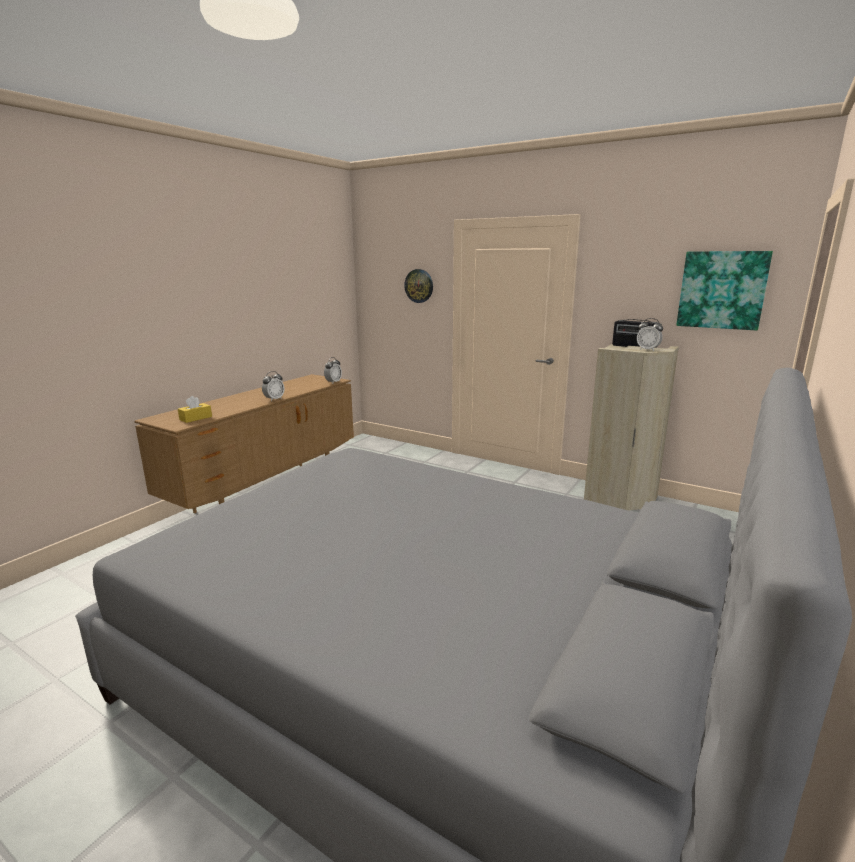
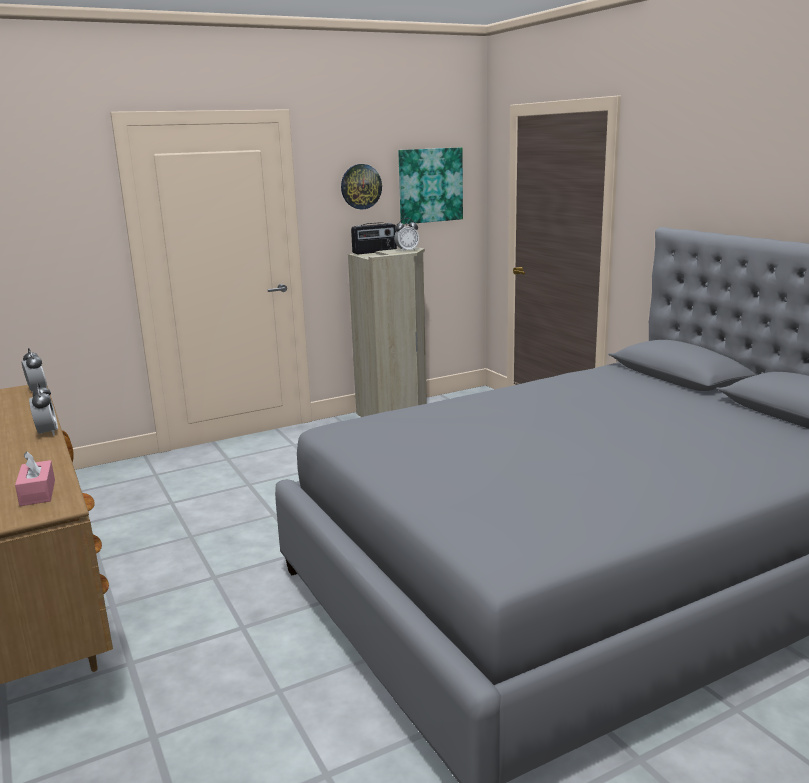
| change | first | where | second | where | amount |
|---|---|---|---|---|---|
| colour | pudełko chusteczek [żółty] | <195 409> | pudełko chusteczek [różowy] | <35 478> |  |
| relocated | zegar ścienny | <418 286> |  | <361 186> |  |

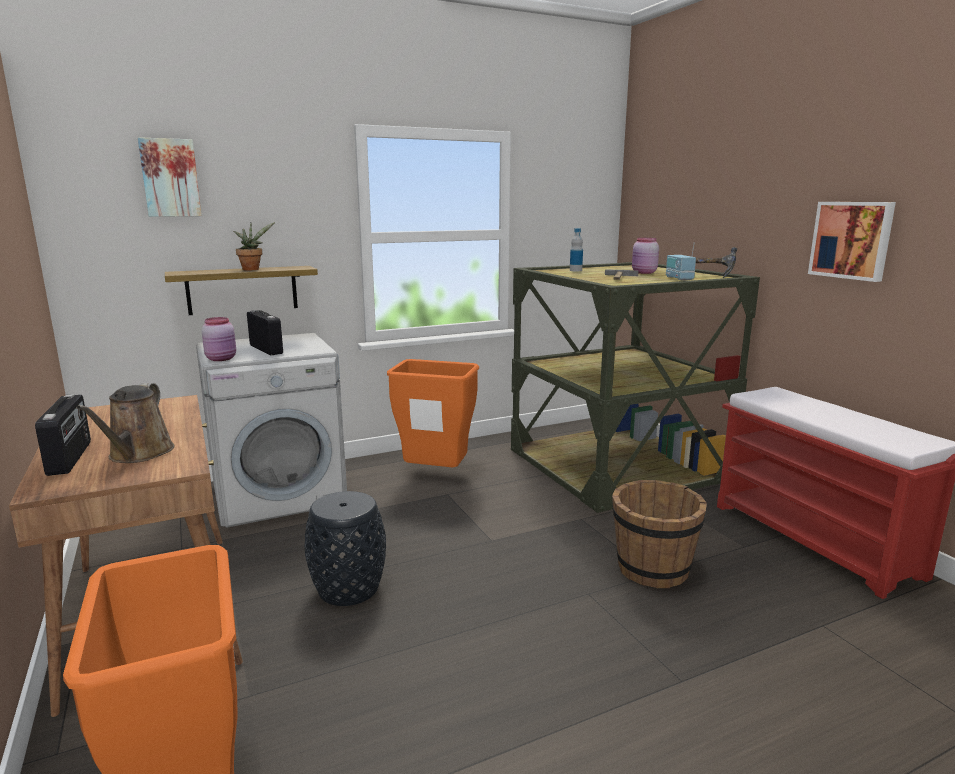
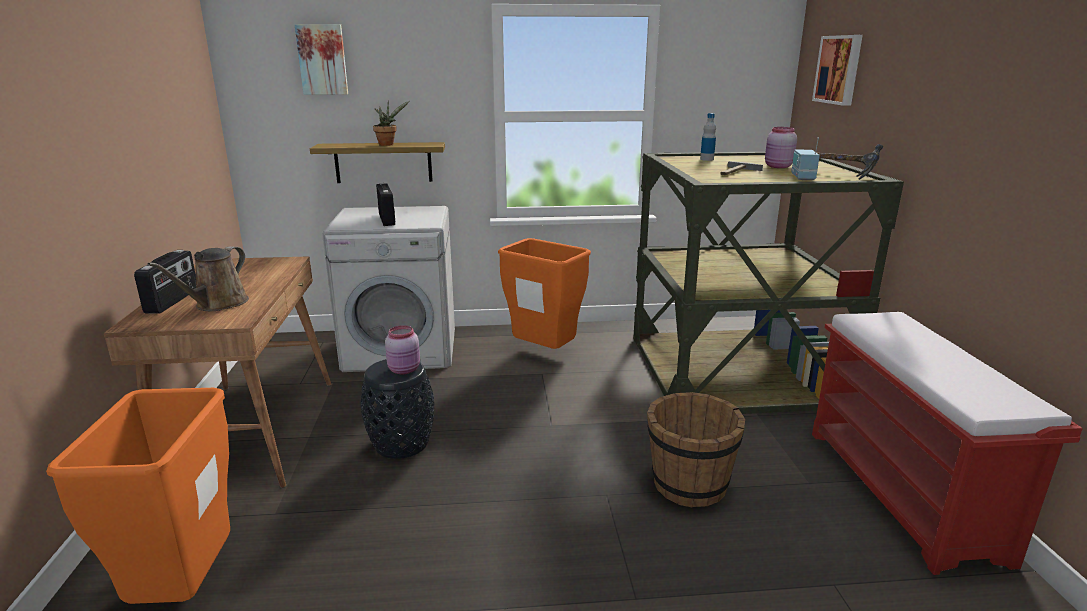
| change | first | where | second | where | amount |
|---|---|---|---|---|---|
| relocated | słoik [różowy] | <219 339> |  | <402 349> |  |
| relocated | obraz | <852 242> |  | <837 70> |  |

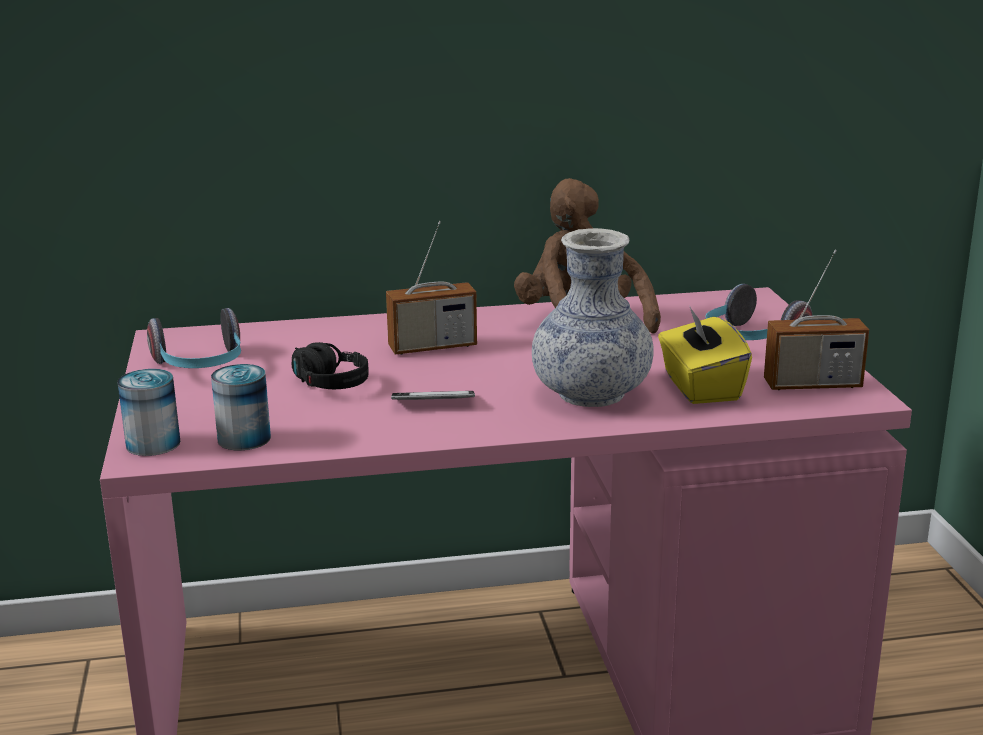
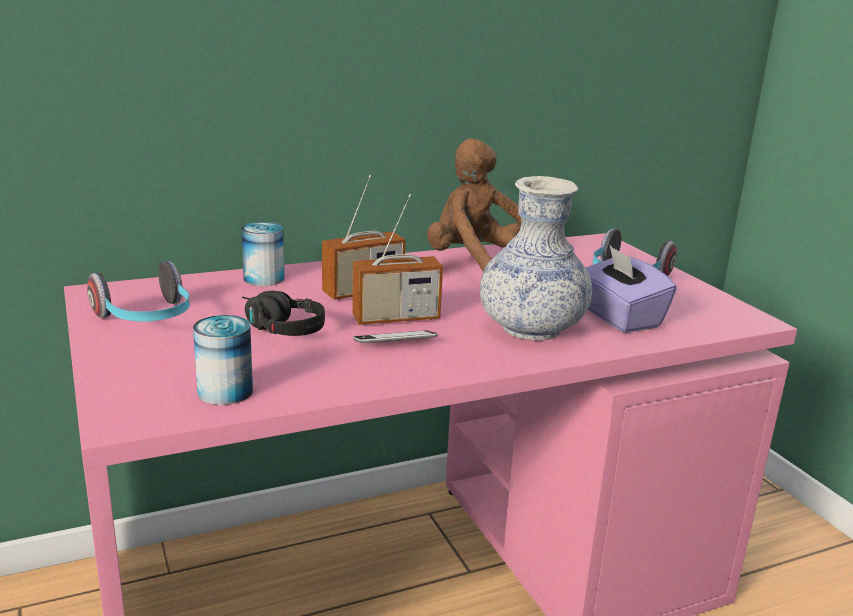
| change | first | where | second | where | amount |
|---|---|---|---|---|---|
| relocated | puszka | <148 412> |  | <263 254> |  |
| relocated | radio | <816 320> |  | <397 259> |  |
| colour | pudełko chusteczek [żółty] | <705 354> | pudełko chusteczek [fioletowy] | <631 289> |  |

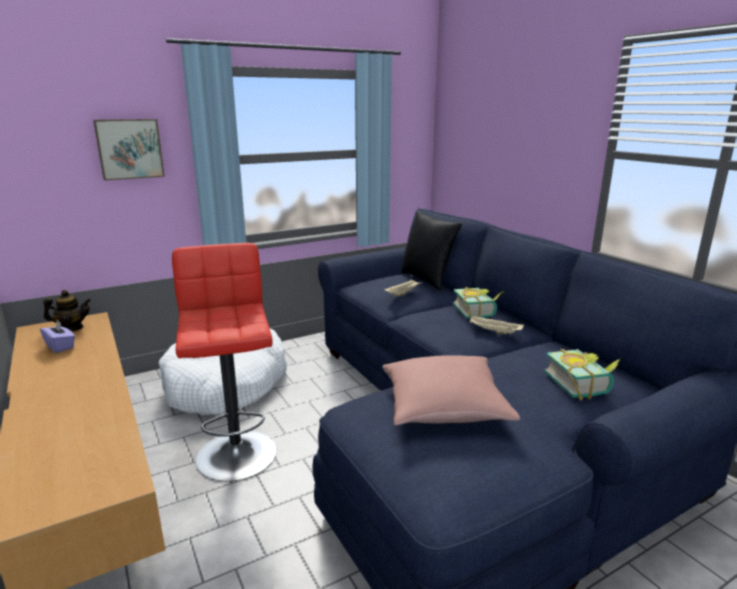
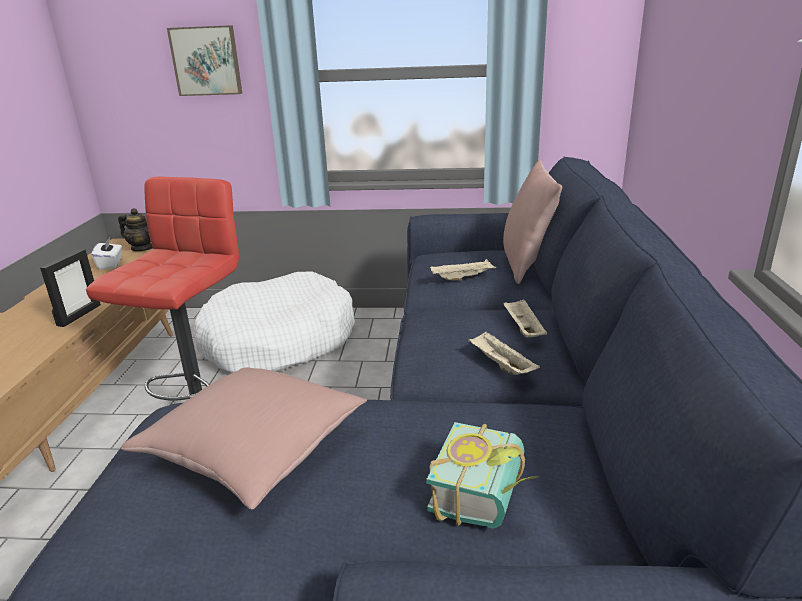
| change | first | where | second | where | amount |
|---|---|---|---|---|---|
| appeared |  |  | ramka na zdjęcie | <70 288> |  |
| colour | pudełko chusteczek [fioletowy] | <57 336> | pudełko chusteczek [biały] | <107 254> |  |
| colour | poduszka [czarny] | <431 250> | poduszka [różowy] | <532 221> |  |
| exchanged | książka | <478 303> | taca [beżowy] | <525 318> |  |

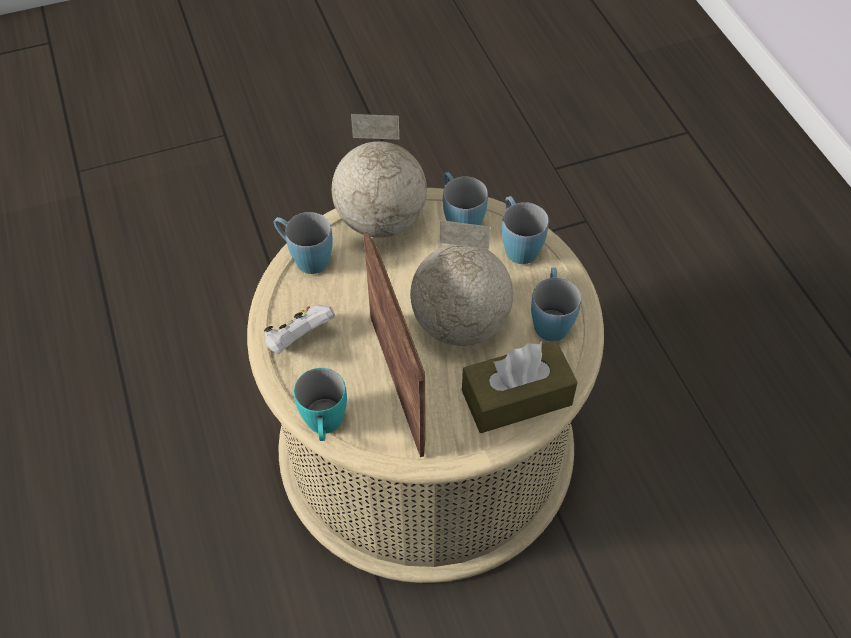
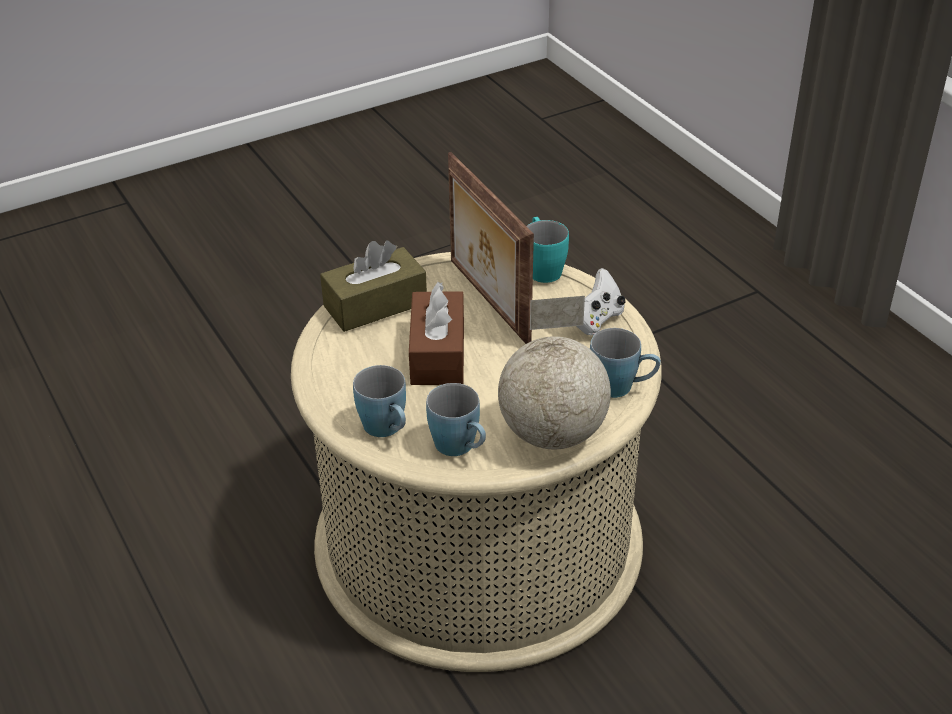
| change | first | where | second | where | amount |
|---|---|---|---|---|---|
| exchanged | globus | <461 283> | pudełko chusteczek [brązowy] | <436 333> |  |
| missing | kubek [niebieski] | <556 304> |  |  |  |

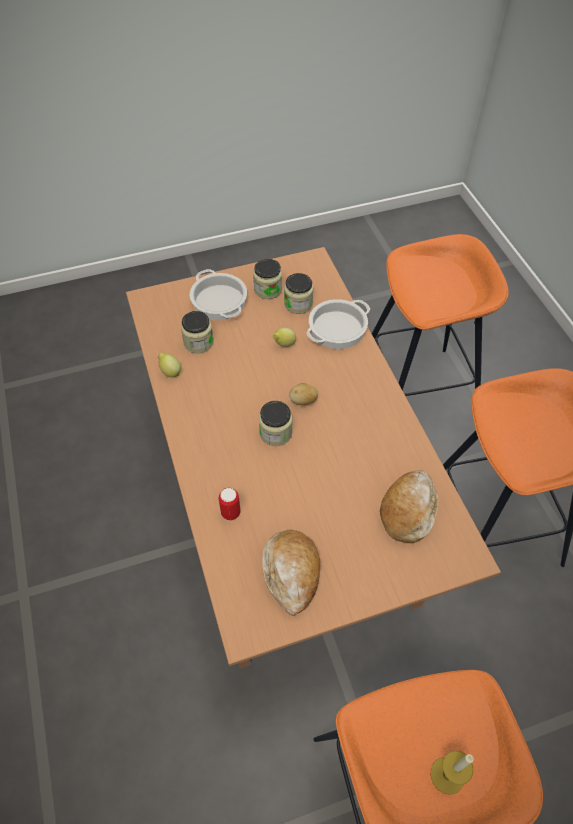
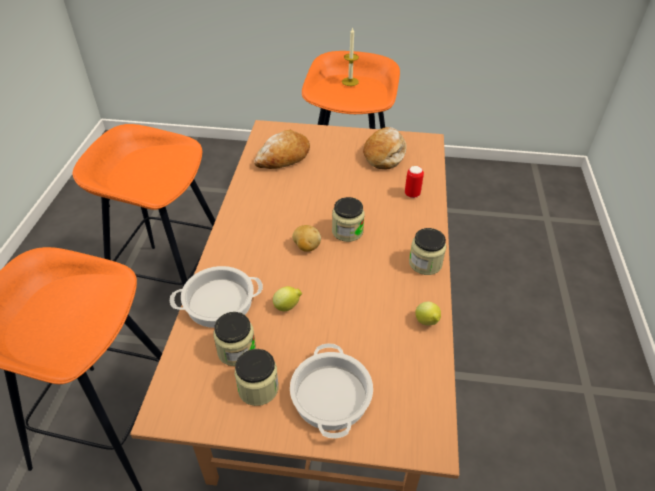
| change | first | where | second | where | amount |
|---|---|---|---|---|---|
| relocated | słoik | <197 332> |  | <427 251> |  |

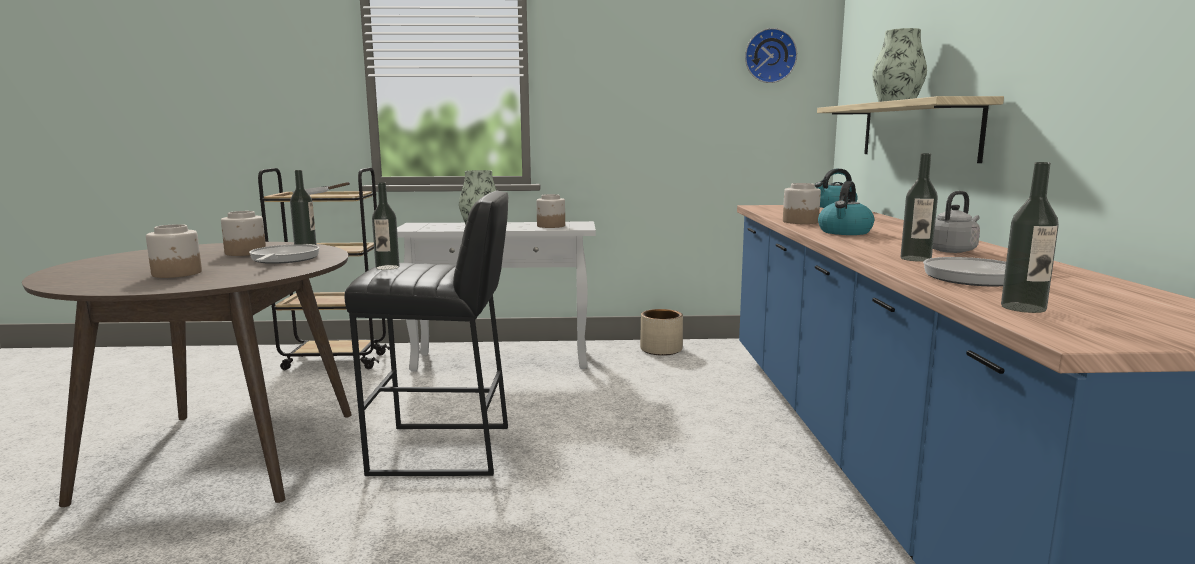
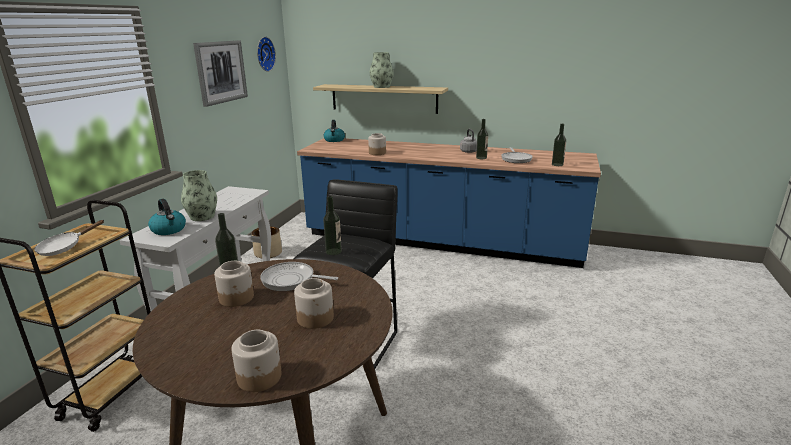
| change | first | where | second | where | amount |
|---|---|---|---|---|---|
| relocated | czajnik | <846 208> |  | <167 217> |  |
| appeared |  |  | obraz | <220 73> |  |
| relocated | słoik | <550 211> |  | <256 361> |  |

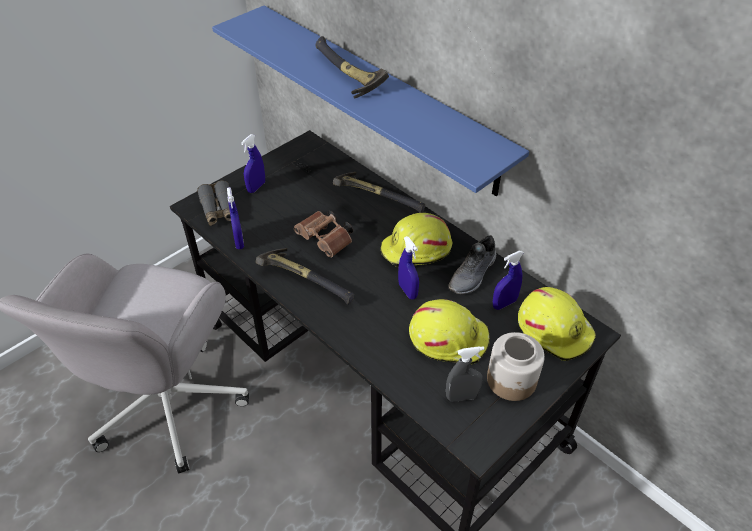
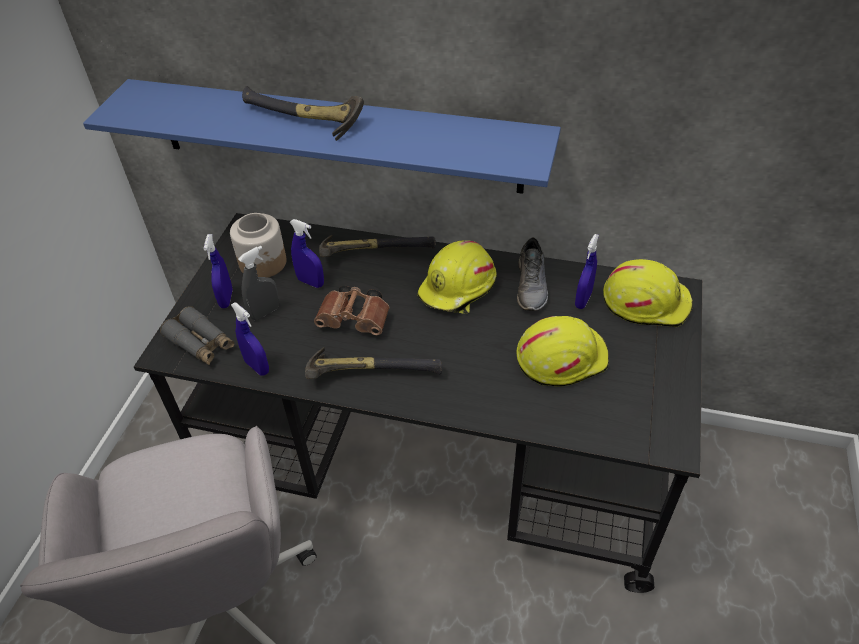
| change | first | where | second | where | amount |
|---|---|---|---|---|---|
| relocated | słoik | <516 366> |  | <258 245> |  |
| relocated | spryskiwacz [szary] | <465 374> |  | <258 283> |  |
| relocated | spryskiwacz [niebieski] | <408 268> |  | <306 253> |  |

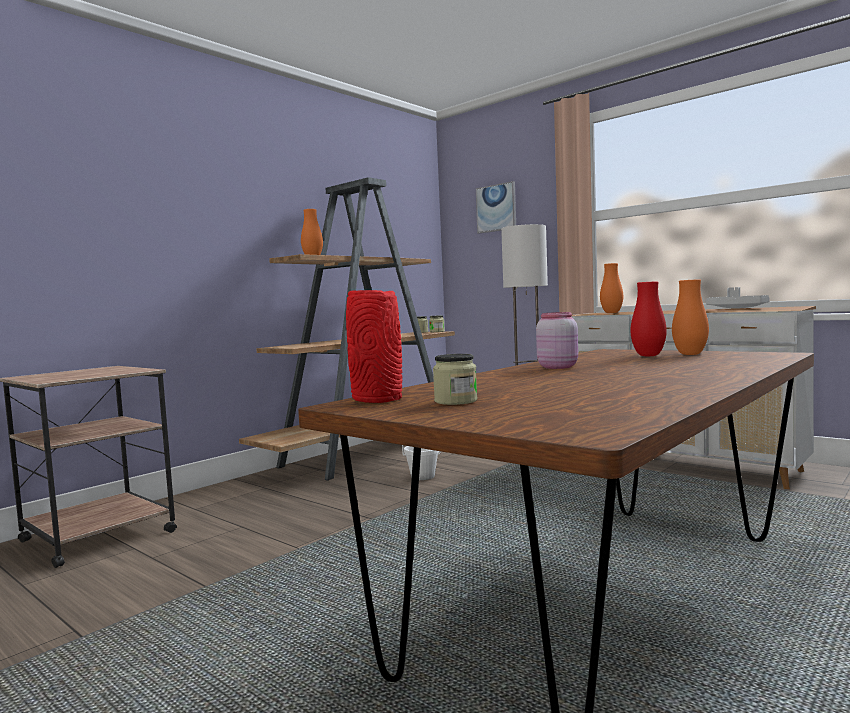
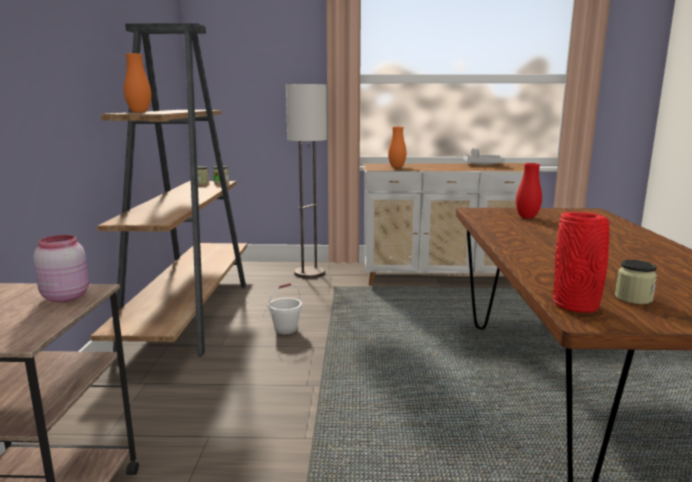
| change | first | where | second | where | amount |
|---|---|---|---|---|---|
| relocated | słoik [różowy] | <557 340> |  | <61 268> |  |
| missing | obraz | <496 207> |  |  |  |
| missing | wazon [pomarańczowy] | <690 317> |  |  |  |

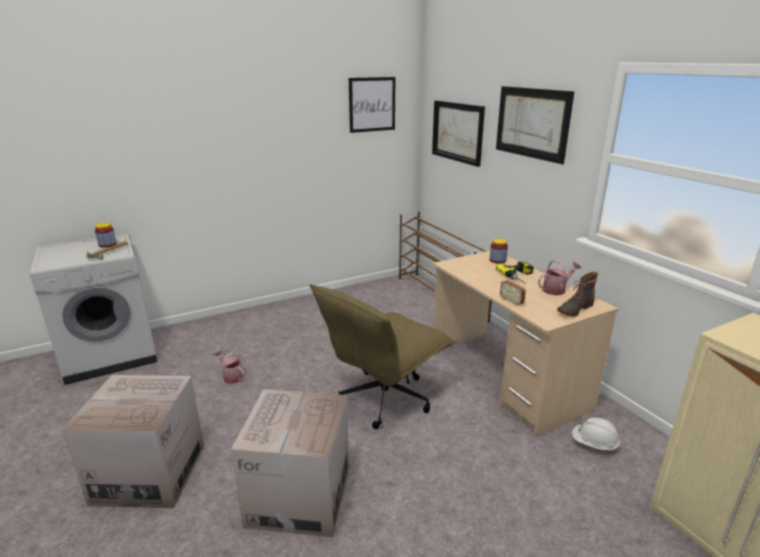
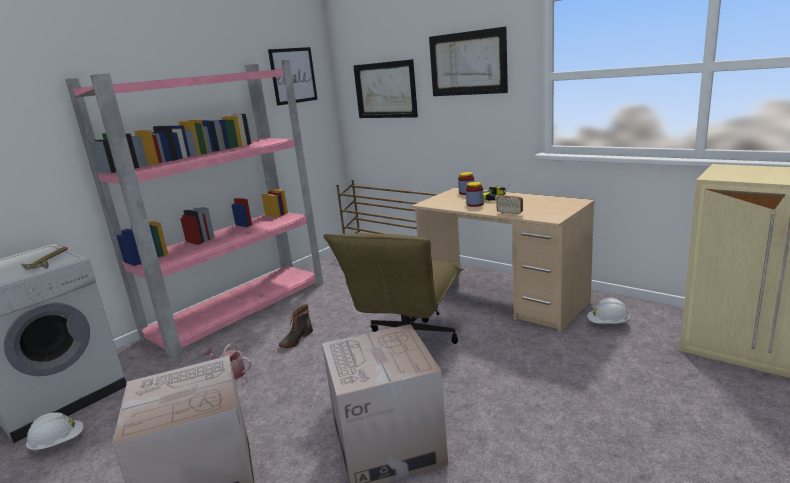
| change | first | where | second | where | amount |
|---|---|---|---|---|---|
| appeared |  |  | kask [biały] | <54 432> |  |
| appeared |  |  | regał [różowy] | <194 209> |  |
| relocated | but z cholewką | <577 294> |  | <296 326> |  |
| relocated | słoik | <106 235> |  | <475 194> |  |
| missing | konewka | <559 277> |  |  |  |

